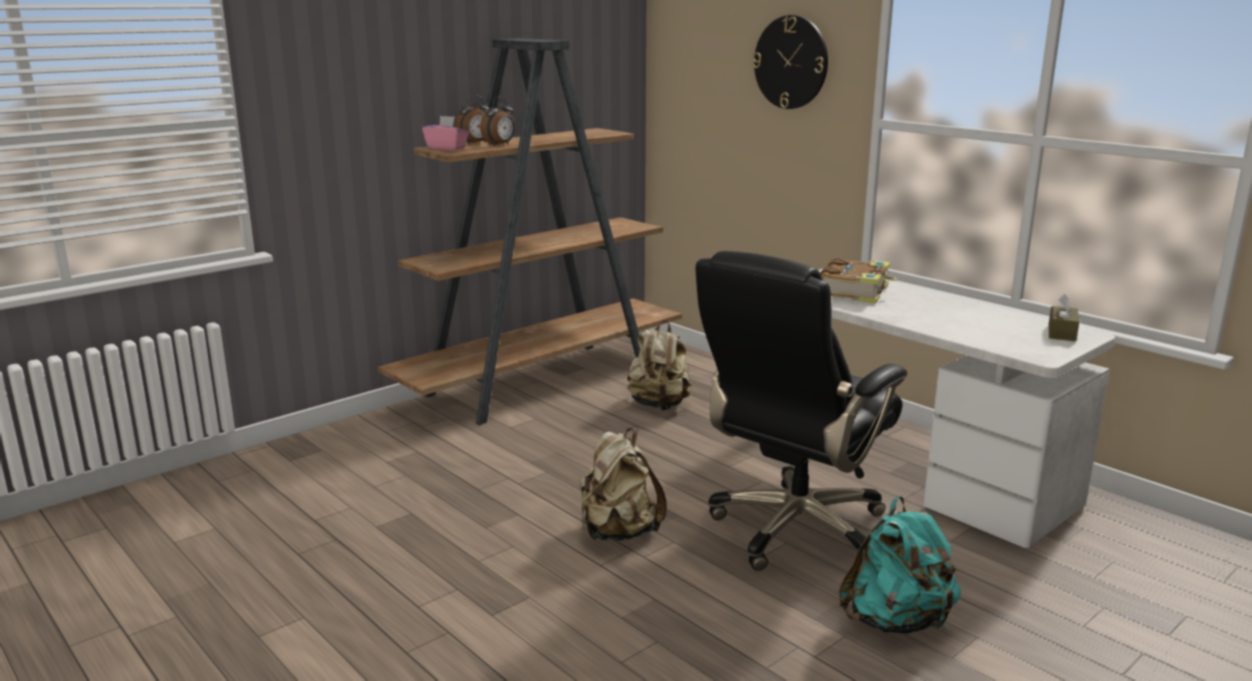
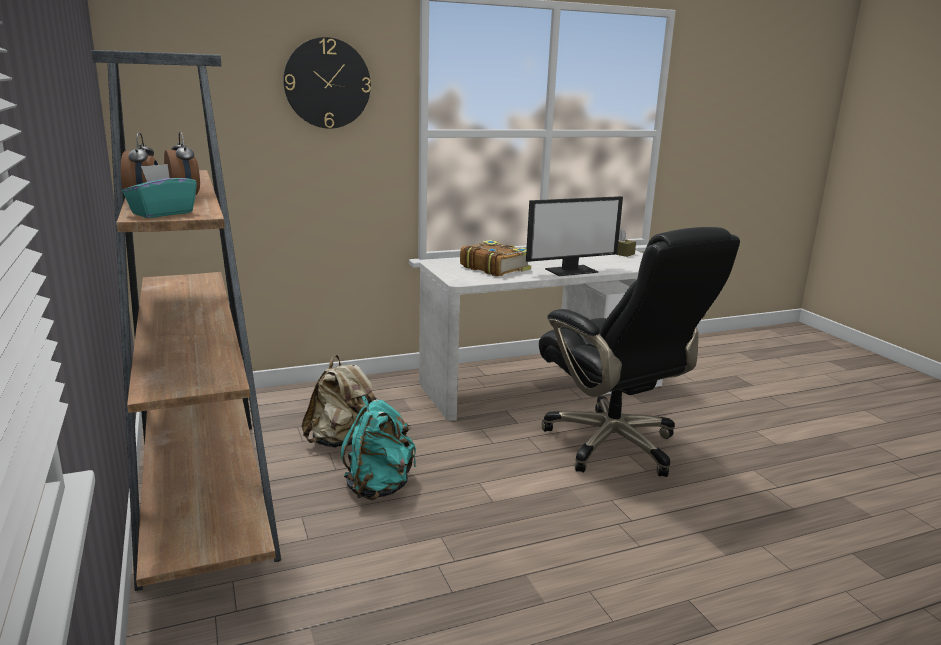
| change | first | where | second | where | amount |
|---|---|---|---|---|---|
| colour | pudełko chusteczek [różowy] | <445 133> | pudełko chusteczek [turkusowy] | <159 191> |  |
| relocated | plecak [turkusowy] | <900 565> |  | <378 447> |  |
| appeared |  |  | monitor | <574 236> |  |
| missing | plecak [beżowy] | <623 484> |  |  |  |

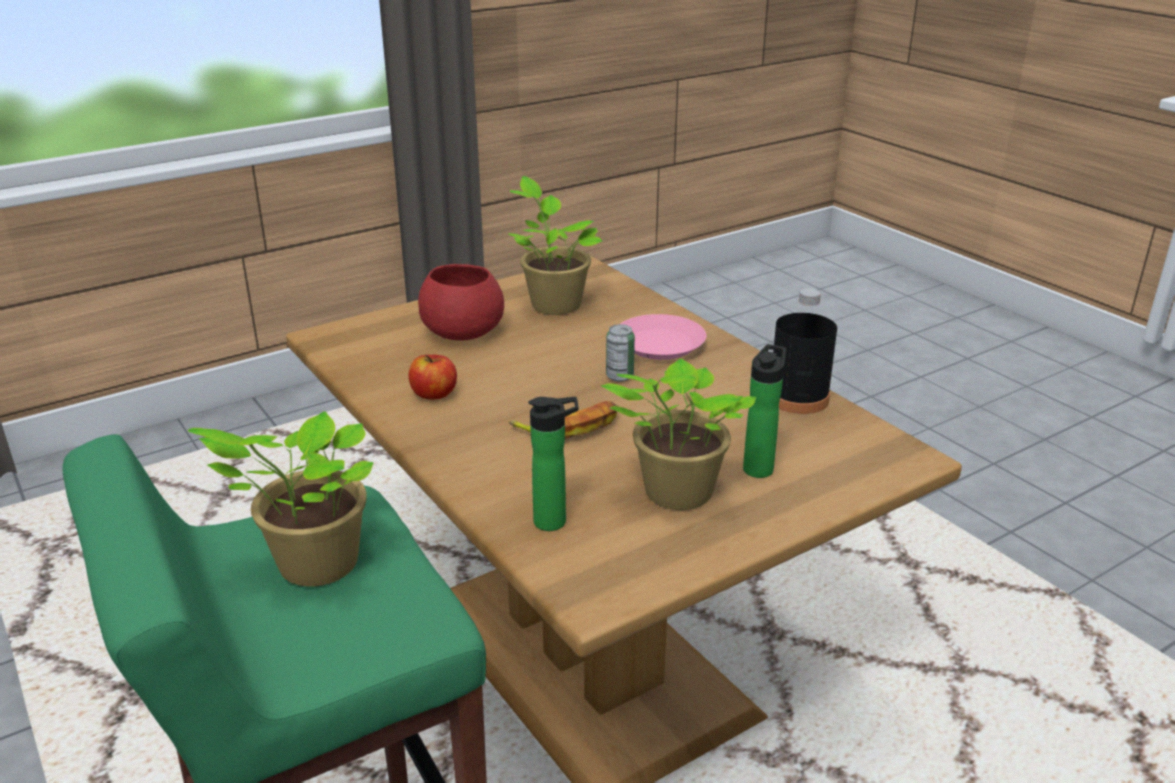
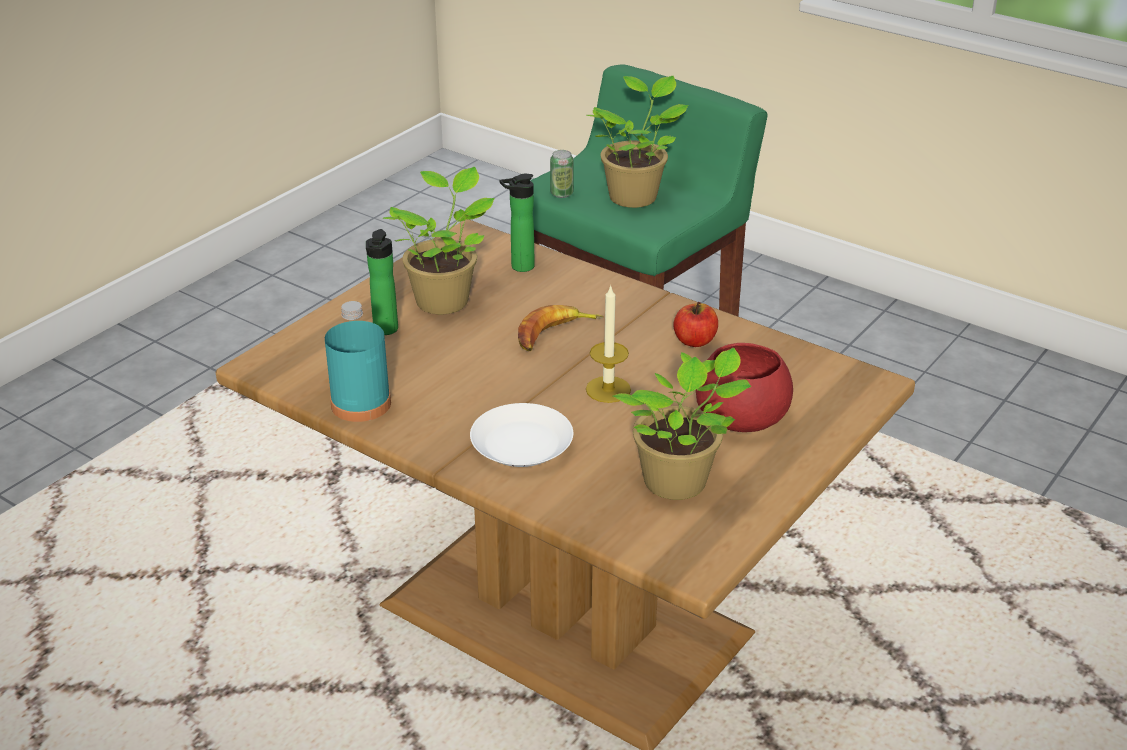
| change | first | where | second | where | amount |
|---|---|---|---|---|---|
| colour | butelka [czarny] | <805 351> | butelka [turkusowy] | <358 361> |  |
| colour | talerz [różowy] | <663 337> | talerz [biały] | <521 435> |  |
| relocated | puszka | <620 353> |  | <562 174> |  |
| appeared |  |  | świeca | <608 343> |  |

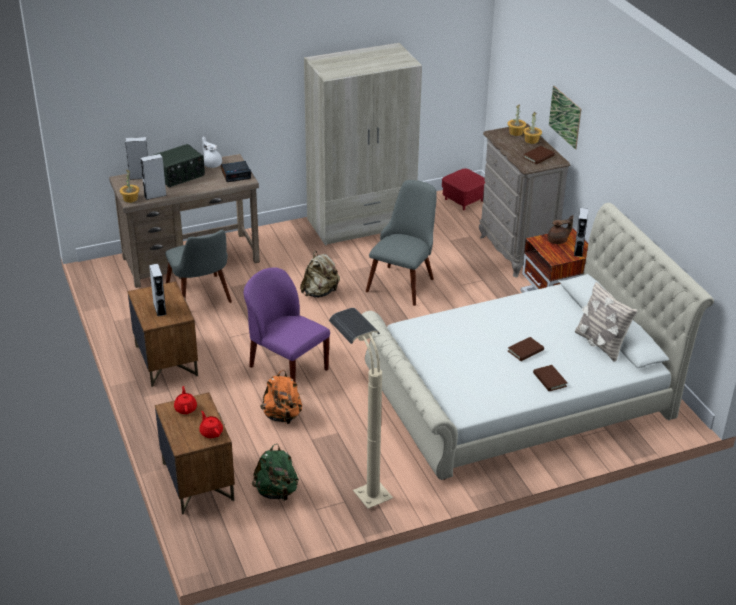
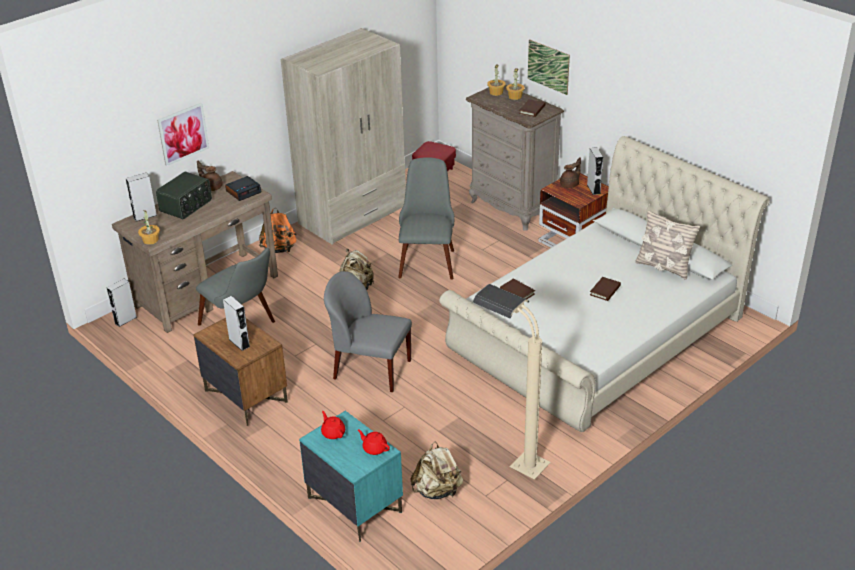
| change | first | where | second | where | amount |
|---|---|---|---|---|---|
| relocated | głośnik [szary] | <153 177> |  | <122 303> |  |
| appeared |  |  | obraz | <183 134> |  |
| colour | imbryk [biały] | <212 152> | imbryk [brązowy] | <210 176> |  |
| relocated | plecak [pomarańczowy] | <281 397> |  | <278 230> |  |
| colour | szafka nocna [brązowy] | <195 453> | szafka nocna [turkusowy] | <351 476> |  |
| colour | krzesło [fioletowy] | <287 325> | krzesło [szary] | <368 331> |  |
| colour | plecak [zielony] | <275 472> | plecak [beżowy] | <436 470> |  |
| relocated | książka [brązowy] | <550 378> |  | <517 288> |  |

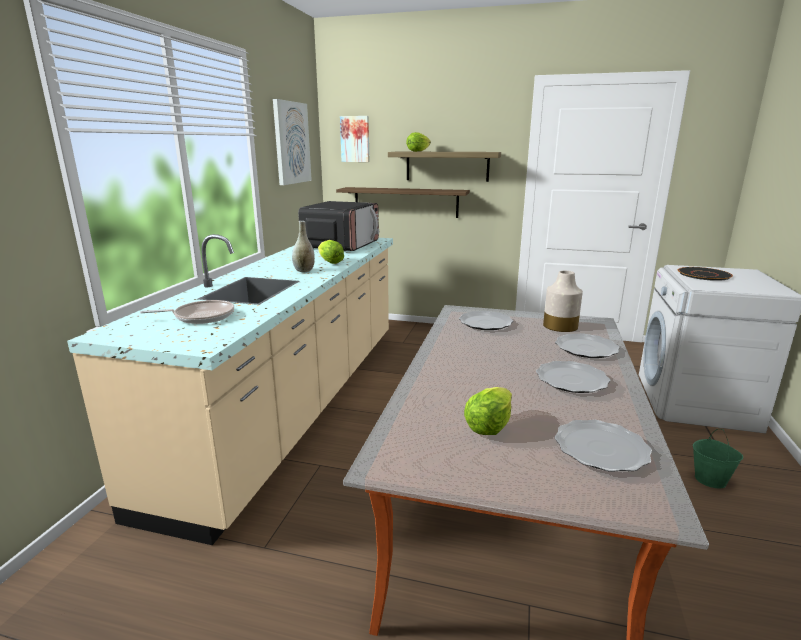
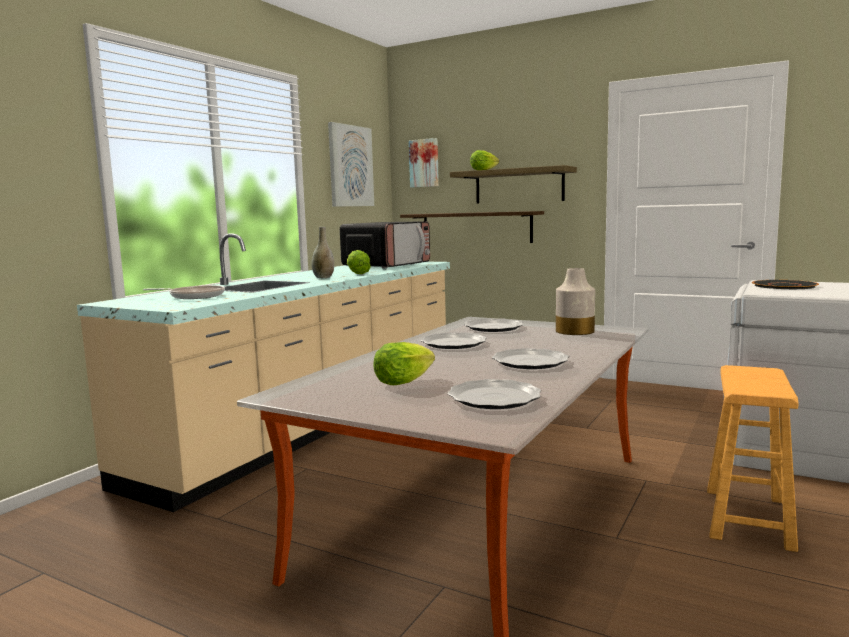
| change | first | where | second | where | amount |
|---|---|---|---|---|---|
| relocated | talerz | <587 345> |  | <454 340> |  |
| exchanged | wiadro [zielony] | <718 459> | stołek [brązowy] | <753 458> |  |

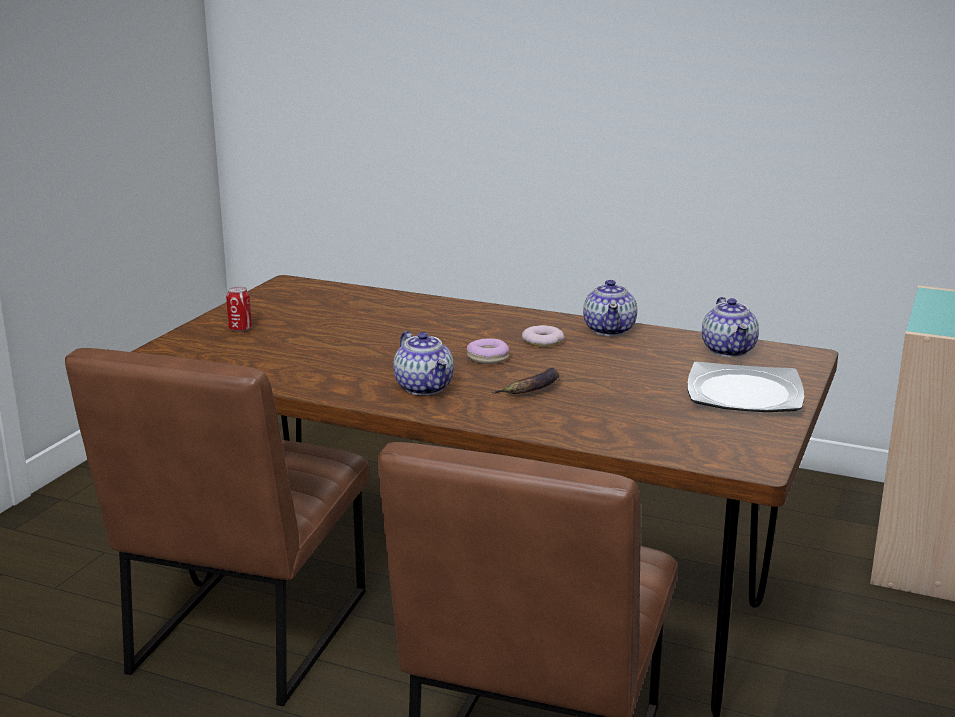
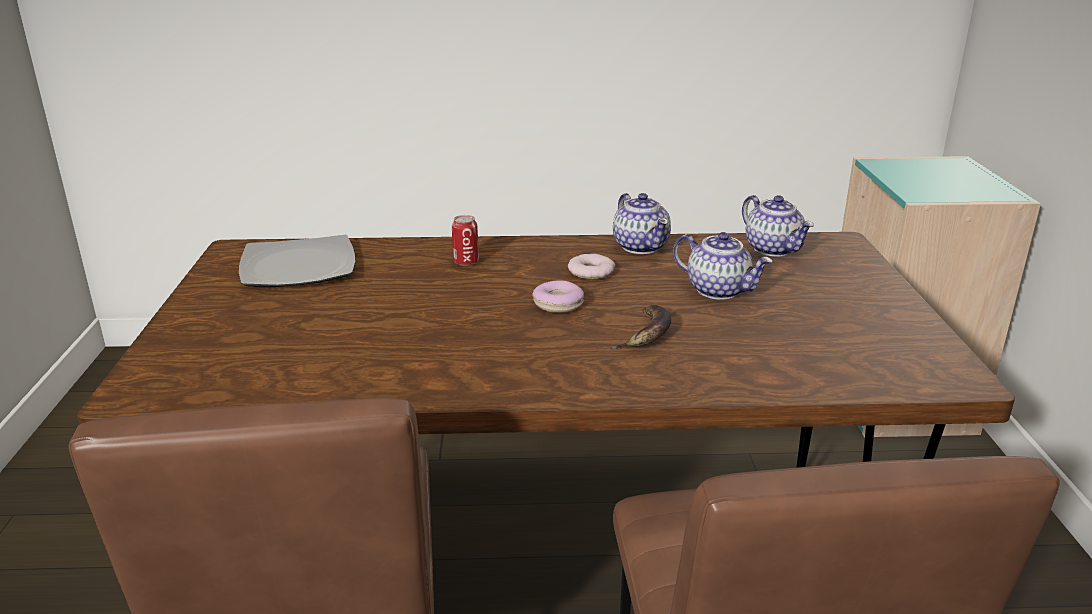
| change | first | where | second | where | amount |
|---|---|---|---|---|---|
| relocated | talerz | <745 386> |  | <297 261> |  |
| relocated | puszka | <239 309> |  | <465 240> |  |
| relocated | imbryk | <423 363> |  | <723 266> |  |

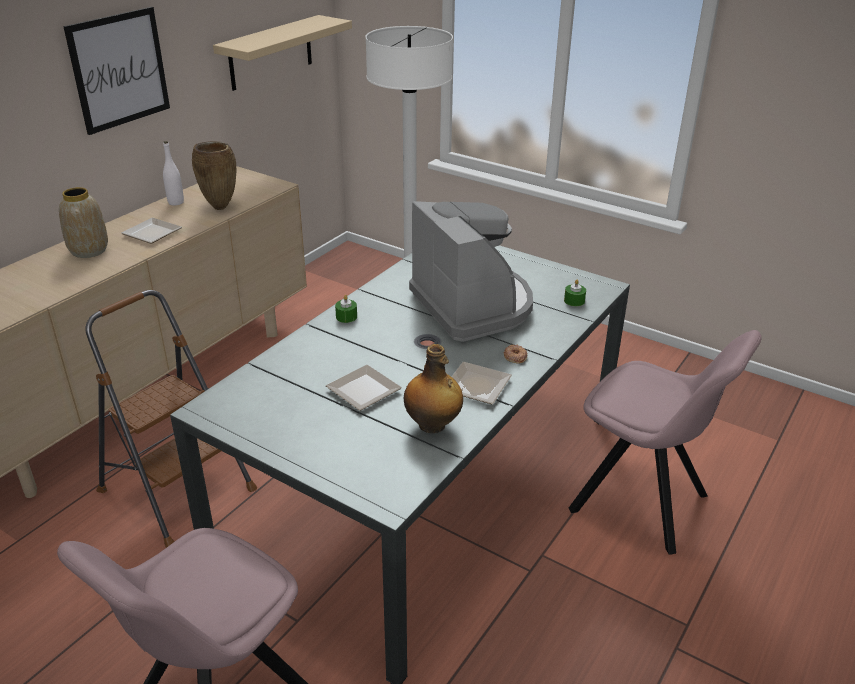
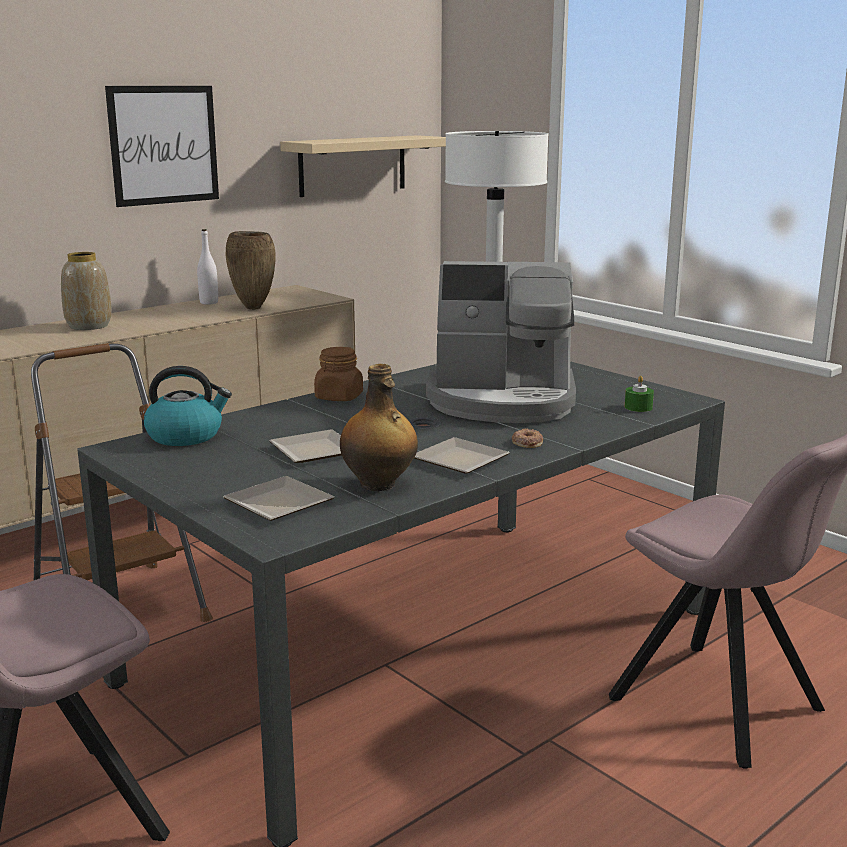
| change | first | where | second | where | amount |
|---|---|---|---|---|---|
| appeared |  |  | czajnik | <188 406> |  |
| relocated | talerz | <151 231> |  | <279 498> |  |
| exchanged | świeca [zielony] | <346 309> | słoik [brązowy] | <338 374> |  |
| spun | ekspres do kawy | <471 271> |  | <501 342> | 105 degrees clockwise |

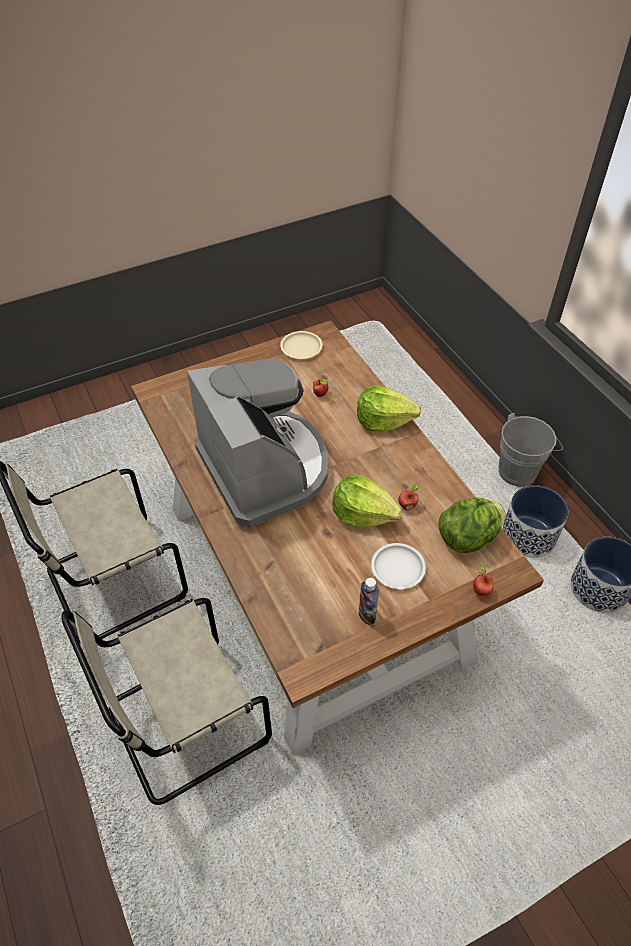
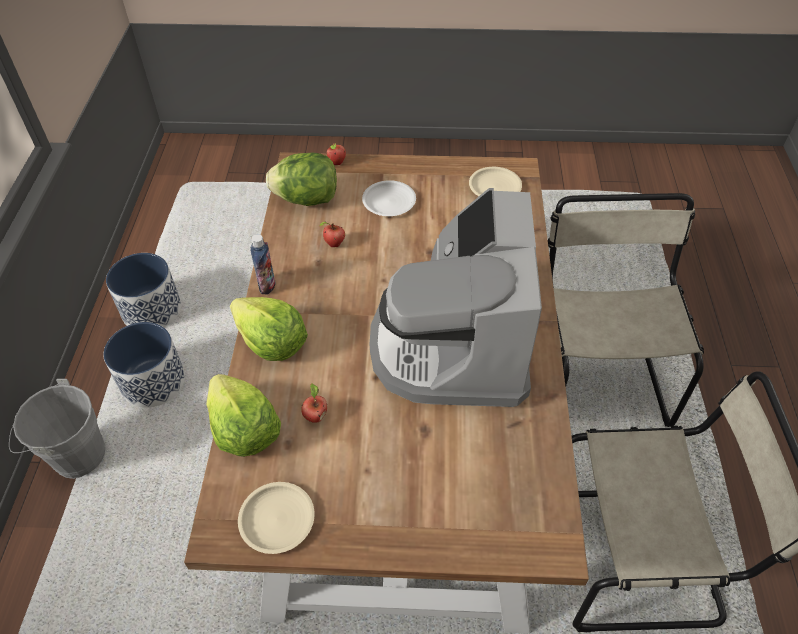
| change | first | where | second | where | amount |
|---|---|---|---|---|---|
| relocated | sałata | <367 500> |  | <243 415> |  |
| relocated | butelka | <369 601> |  | <262 264> |  |
| appeared |  |  | talerz [beżowy] | <495 181> |  |
| spun | krzesło [beżowy] | <166 701> |  | <626 310> | 90 degrees counterclockwise |

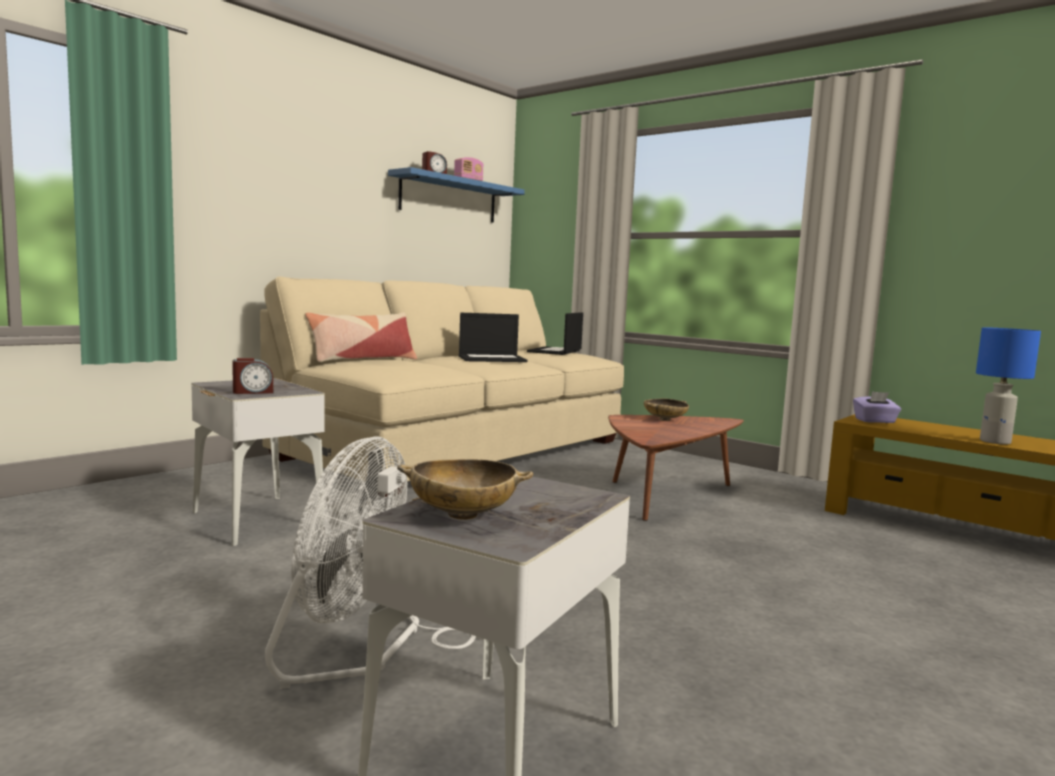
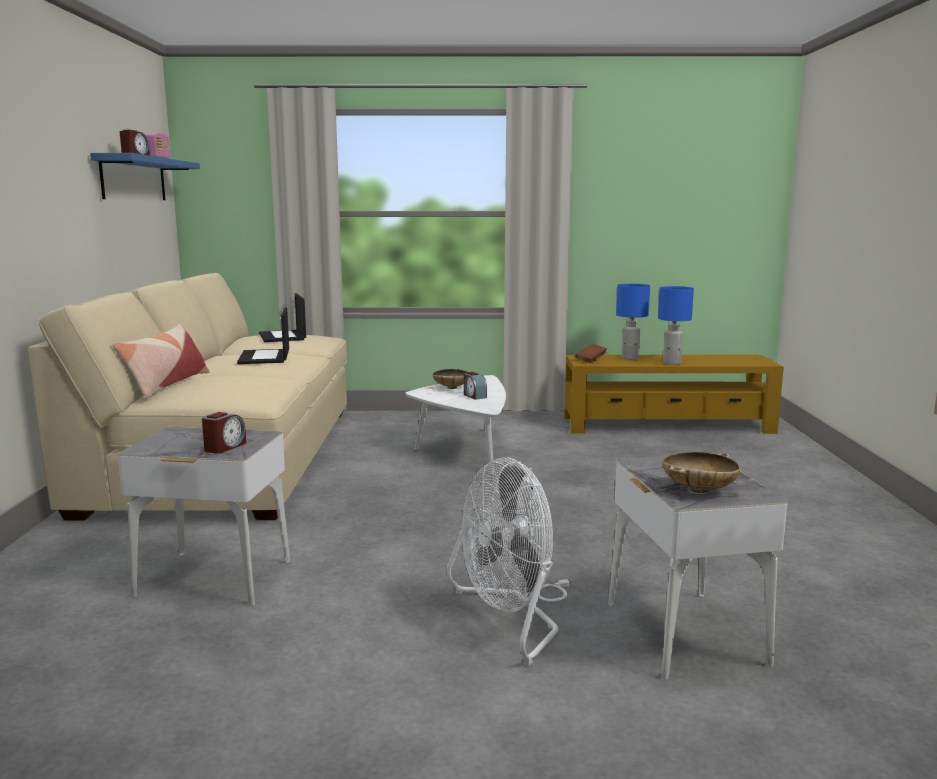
| change | first | where | second | where | amount |
|---|---|---|---|---|---|
| spun | laptop | <493 337> |  | <263 336> | 135 degrees clockwise |
| colour | ława [brązowy] | <676 468> | ława [biały] | <456 424> |  |
| appeared |  |  | budzik | <475 386> |  |
| exchanged | pudełko chusteczek [fioletowy] | <877 407> | książka [brązowy] | <591 353> |  |
| appeared |  |  | lampa stołowa [niebieski] | <633 322> |  |

